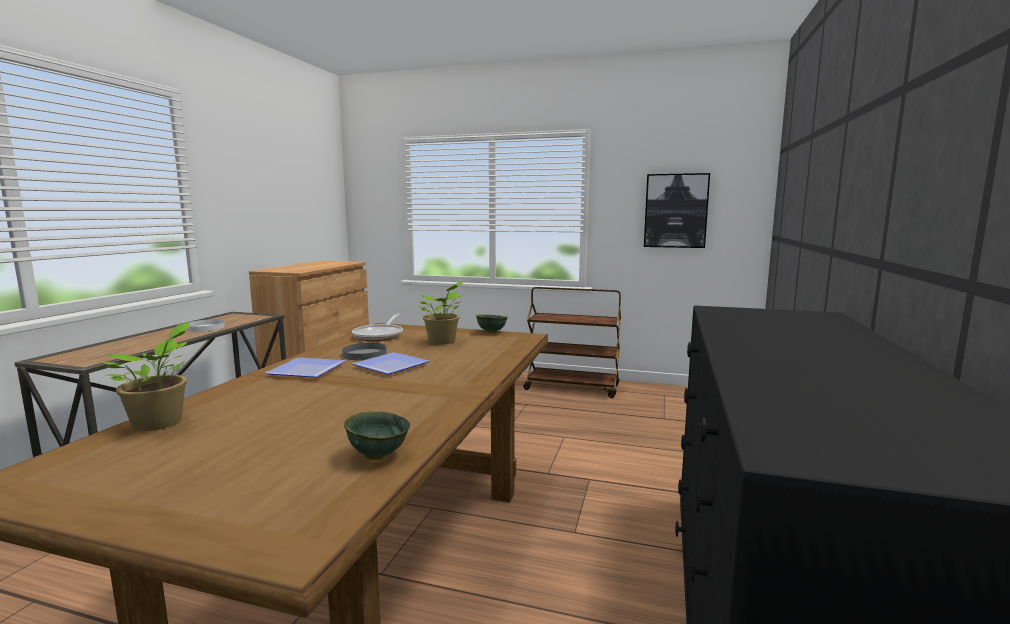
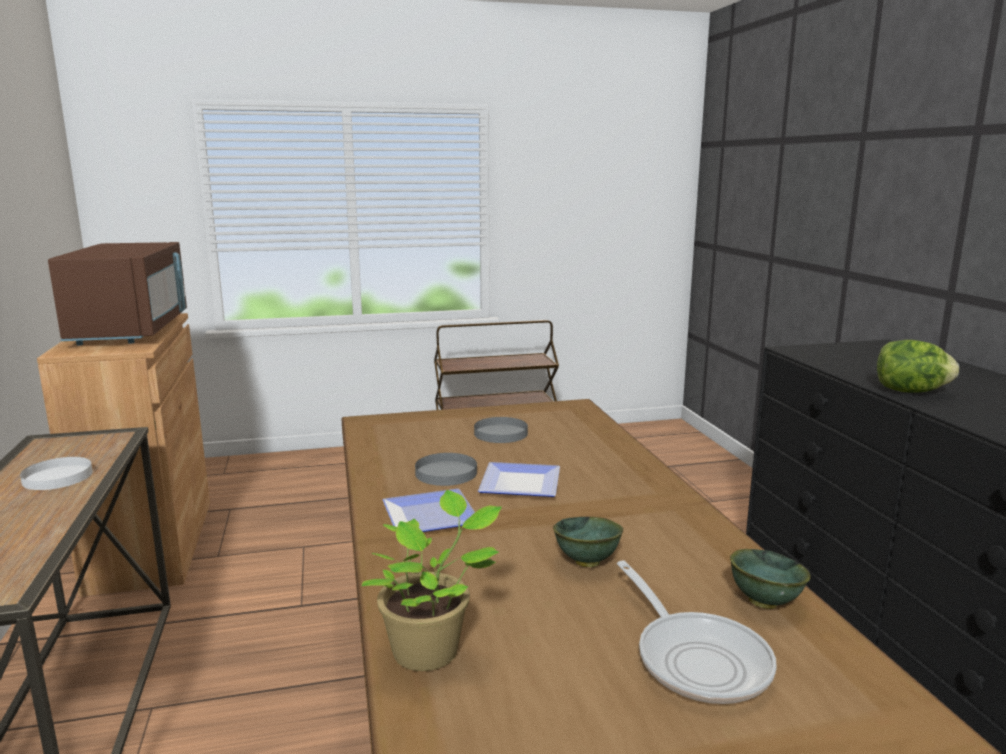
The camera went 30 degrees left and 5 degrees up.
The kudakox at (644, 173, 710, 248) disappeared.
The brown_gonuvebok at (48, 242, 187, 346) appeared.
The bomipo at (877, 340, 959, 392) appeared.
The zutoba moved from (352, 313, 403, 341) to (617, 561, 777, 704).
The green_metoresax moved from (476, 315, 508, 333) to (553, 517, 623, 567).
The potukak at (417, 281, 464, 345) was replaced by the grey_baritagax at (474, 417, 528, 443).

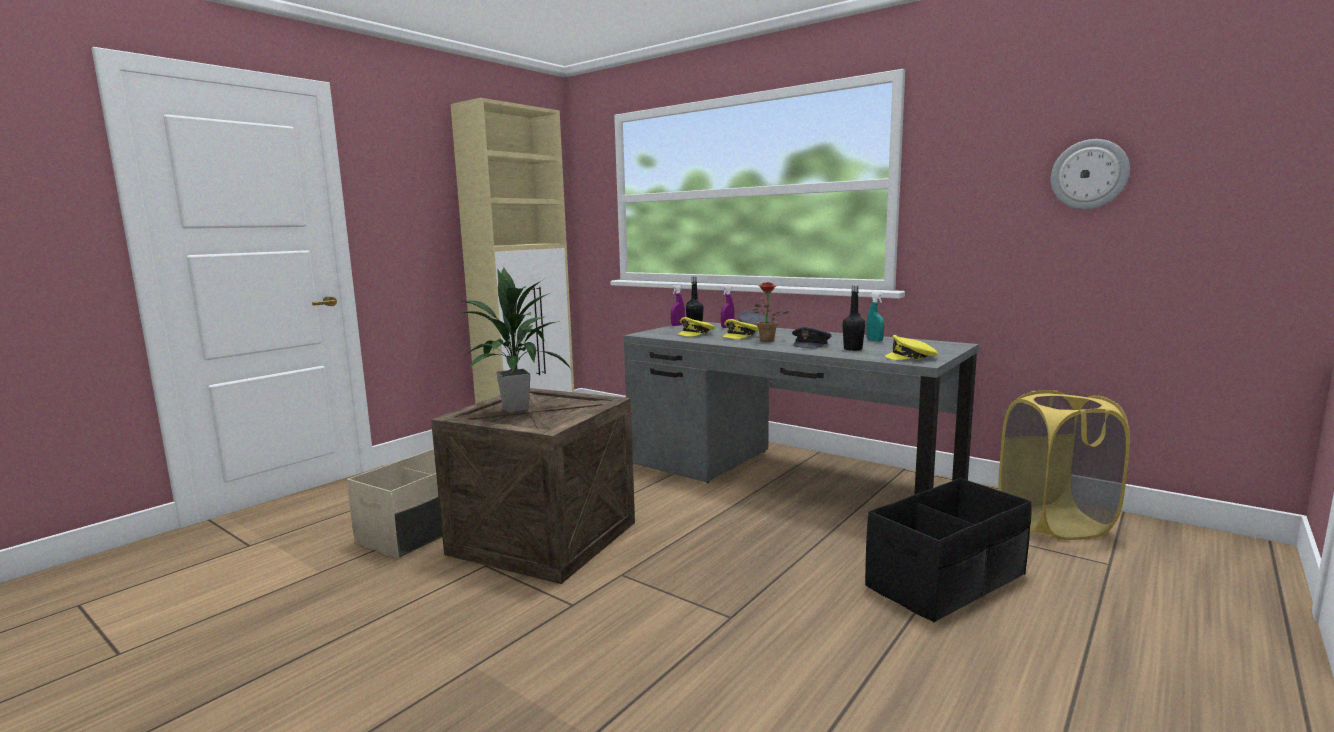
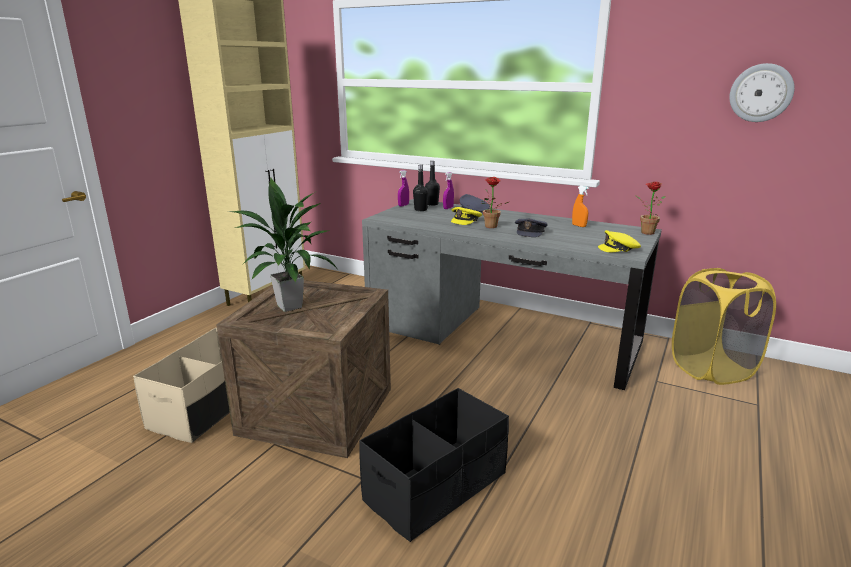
The camera went 10 degrees left and 10 degrees up.
The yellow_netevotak at (678, 317, 715, 337) disappeared.
The potukak at (635, 182, 666, 235) appeared.
The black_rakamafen moved from (842, 285, 865, 351) to (425, 161, 440, 206).
The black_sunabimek moved from (865, 478, 1032, 622) to (359, 388, 509, 542).
The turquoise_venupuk at (866, 292, 884, 342) became the orange_venupuk at (572, 186, 589, 227).

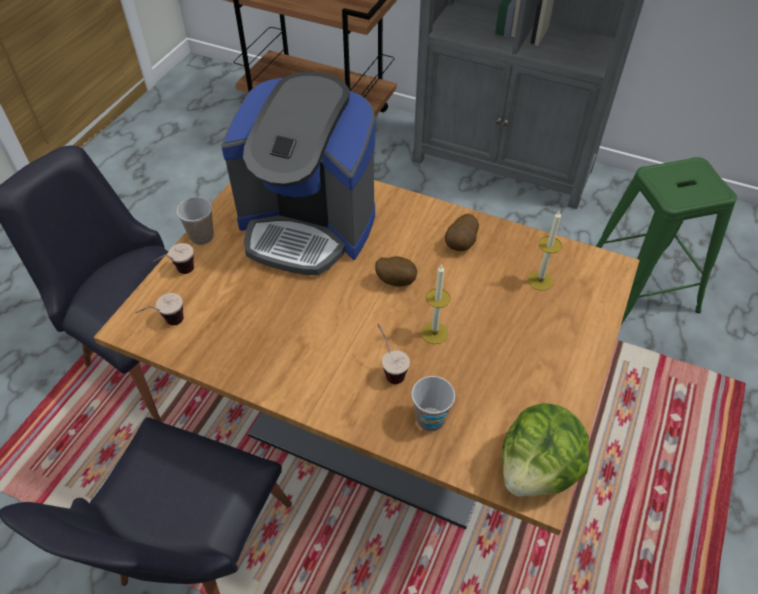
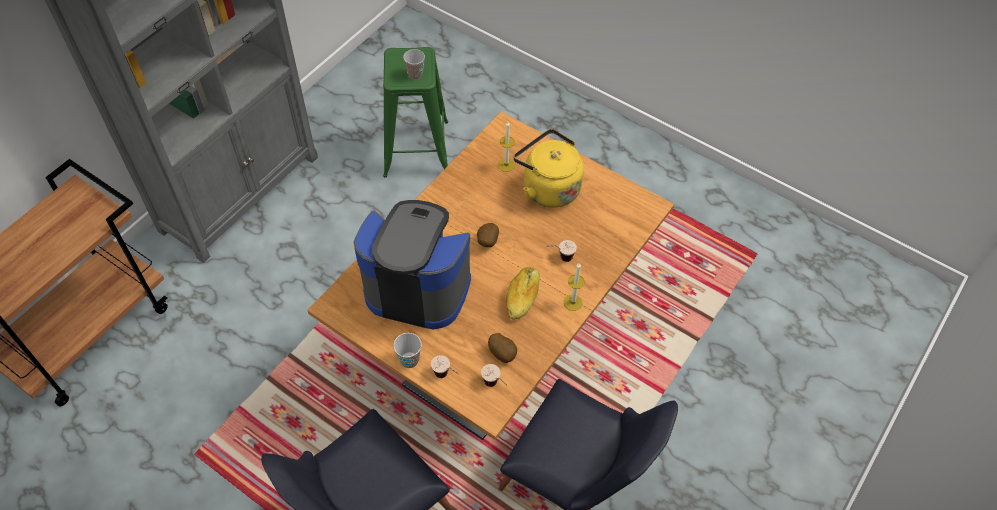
The camera went 80 degrees left and 5 degrees up.
The bomipo at (502, 403, 589, 497) disappeared.
The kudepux at (506, 266, 540, 320) appeared.
The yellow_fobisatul at (514, 129, 584, 208) appeared.
The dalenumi moved from (411, 376, 455, 432) to (403, 49, 425, 80).
The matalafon moved from (421, 265, 451, 344) to (564, 263, 585, 311).
The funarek moved from (445, 214, 479, 251) to (488, 333, 517, 363).
The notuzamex at (221, 72, 375, 275) turned 105 degrees counterclockwise.

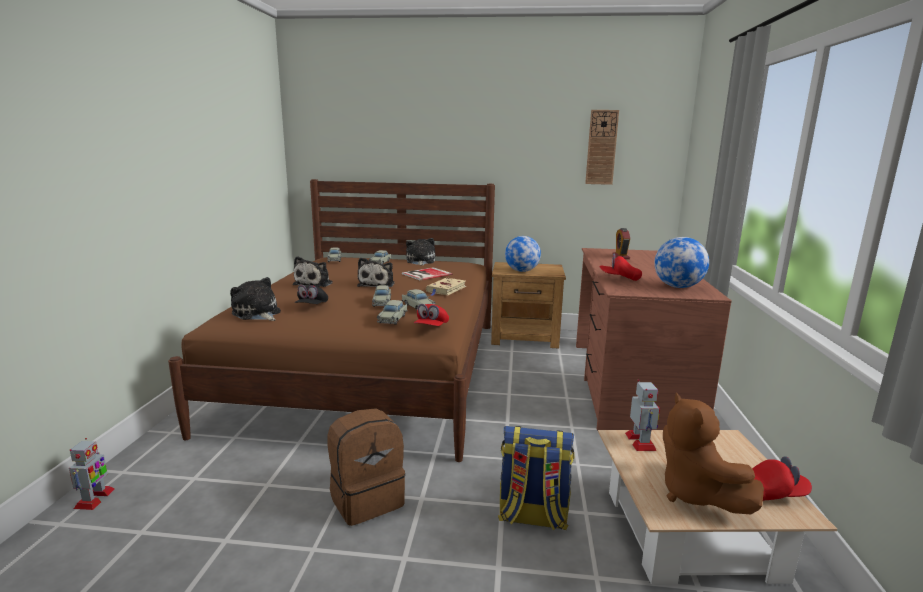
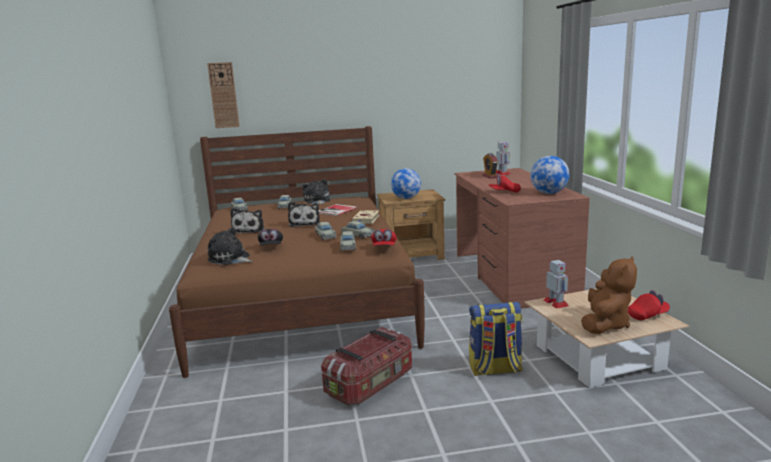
The camera went 15 degrees left and 0 degrees up.
The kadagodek moved from (69, 438, 115, 510) to (496, 142, 511, 175).
The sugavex moved from (585, 110, 619, 185) to (207, 62, 240, 128).
The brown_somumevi at (327, 408, 405, 526) was replaced by the sunabimek at (321, 327, 412, 405).
The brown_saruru at (663, 393, 764, 514) turned 120 degrees counterclockwise.

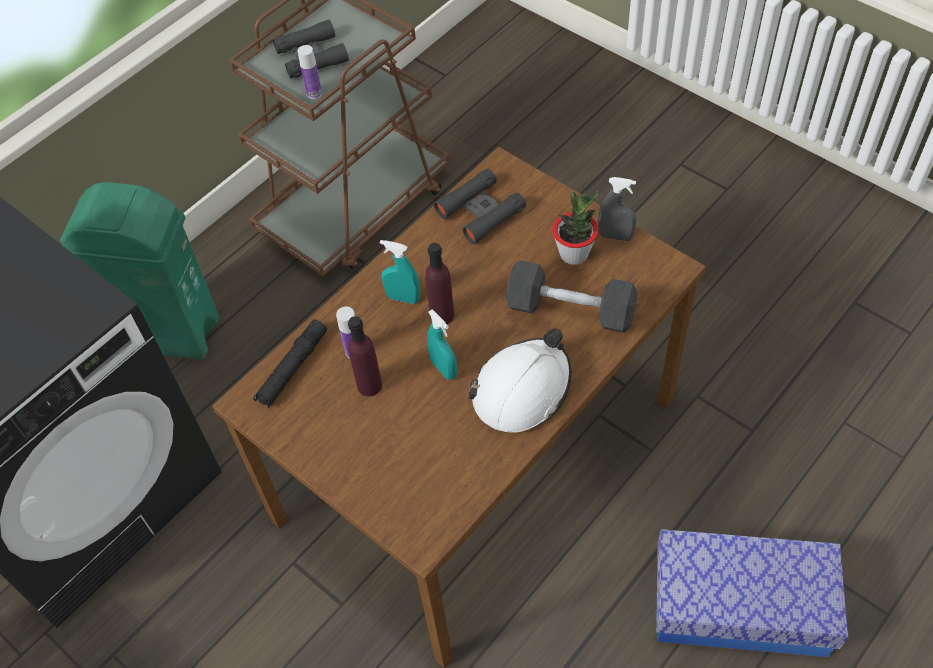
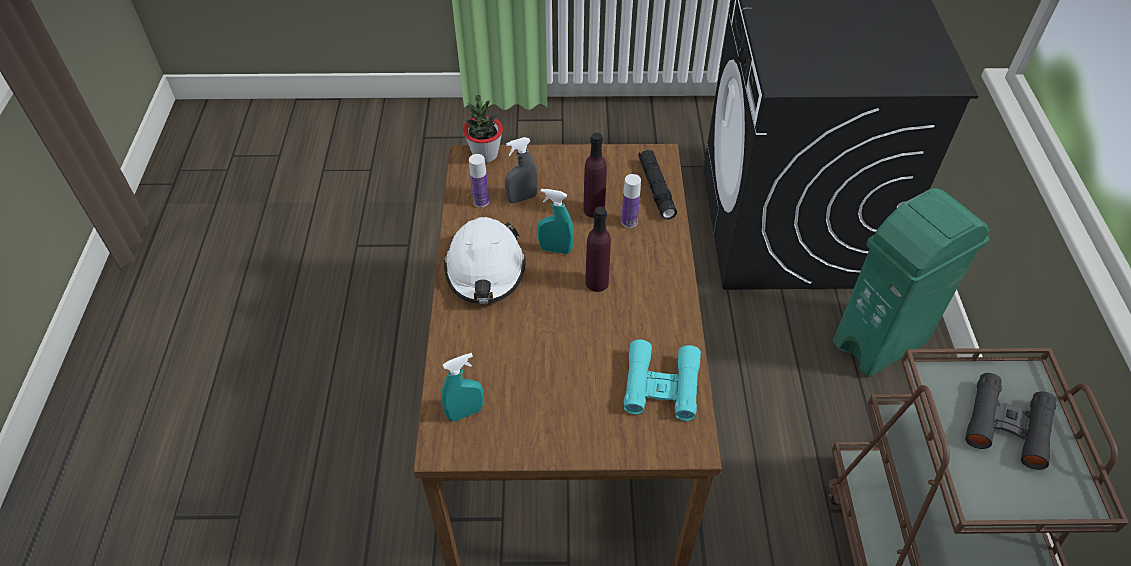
The camera went 135 degrees right and 5 degrees down.
The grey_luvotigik at (506, 260, 638, 333) disappeared.
The sunabimek at (656, 529, 848, 657) disappeared.
The rakamafen moved from (298, 45, 322, 99) to (469, 154, 489, 207).
The turquoise_venupuk moved from (380, 240, 420, 304) to (441, 353, 483, 422).
The potukak moved from (552, 191, 599, 265) to (463, 95, 503, 163).
The grey_venupuk moved from (598, 177, 637, 241) to (505, 137, 538, 203).
The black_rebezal at (434, 169, 526, 244) became the turquoise_rebezal at (624, 340, 701, 421).

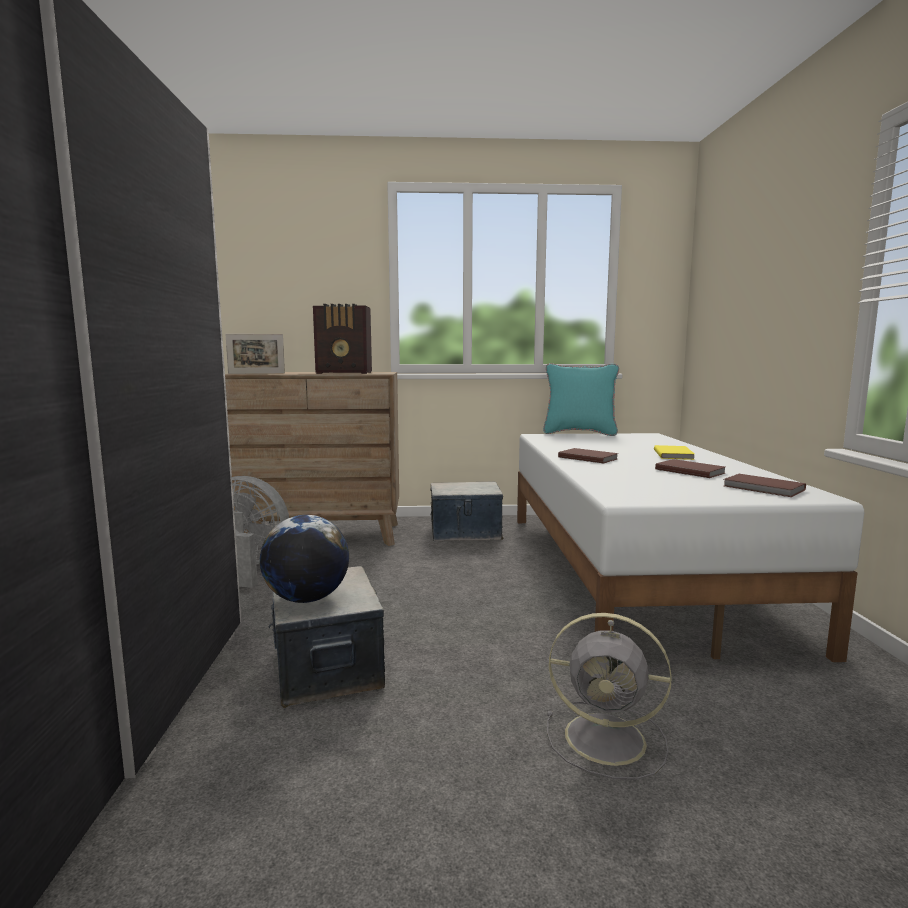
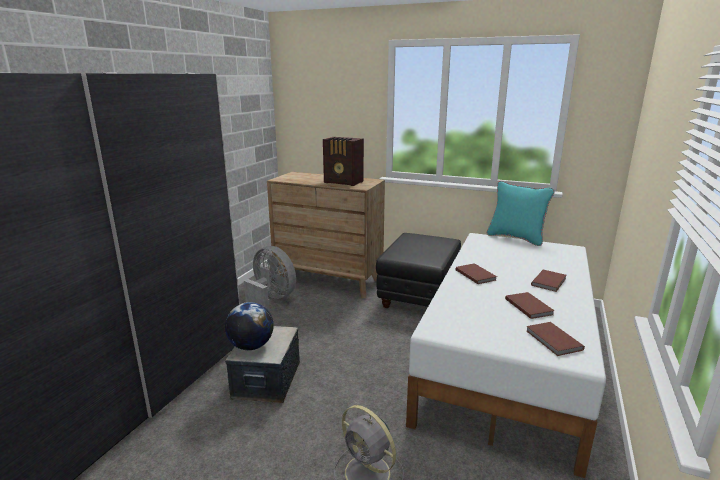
The camera went 25 degrees right and 10 degrees up.
The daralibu at (225, 334, 285, 374) disappeared.
The sunabimek at (430, 482, 503, 541) was replaced by the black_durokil at (376, 233, 461, 308).
The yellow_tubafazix at (654, 445, 695, 460) became the brown_tubafazix at (531, 270, 566, 292).

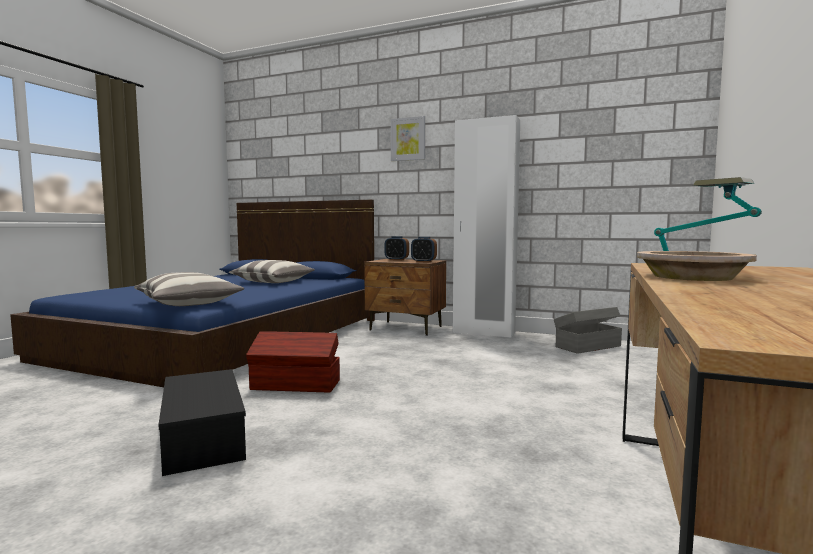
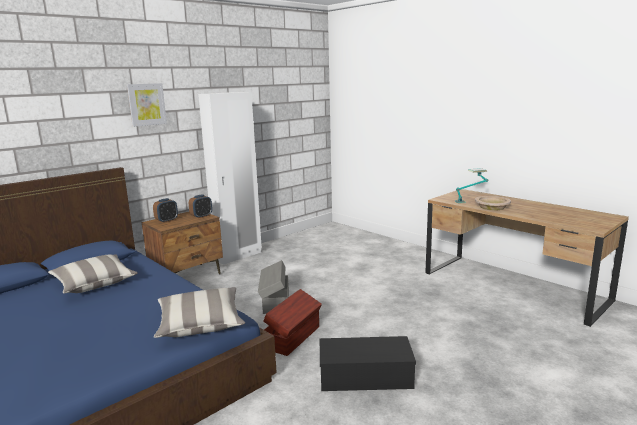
The camera went 65 degrees left and 10 degrees up.
The grey_sunabimek moved from (554, 307, 622, 354) to (258, 260, 289, 314).

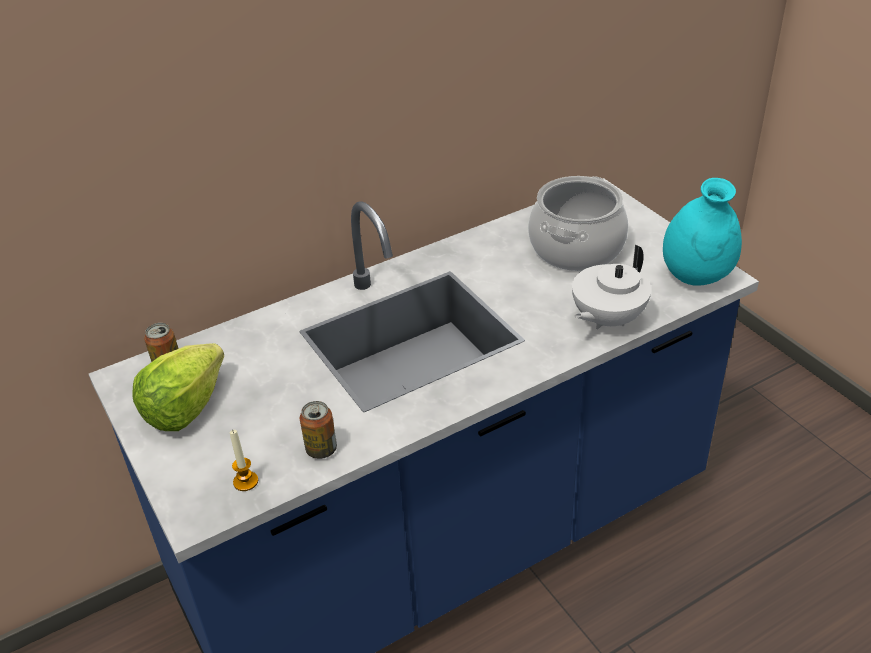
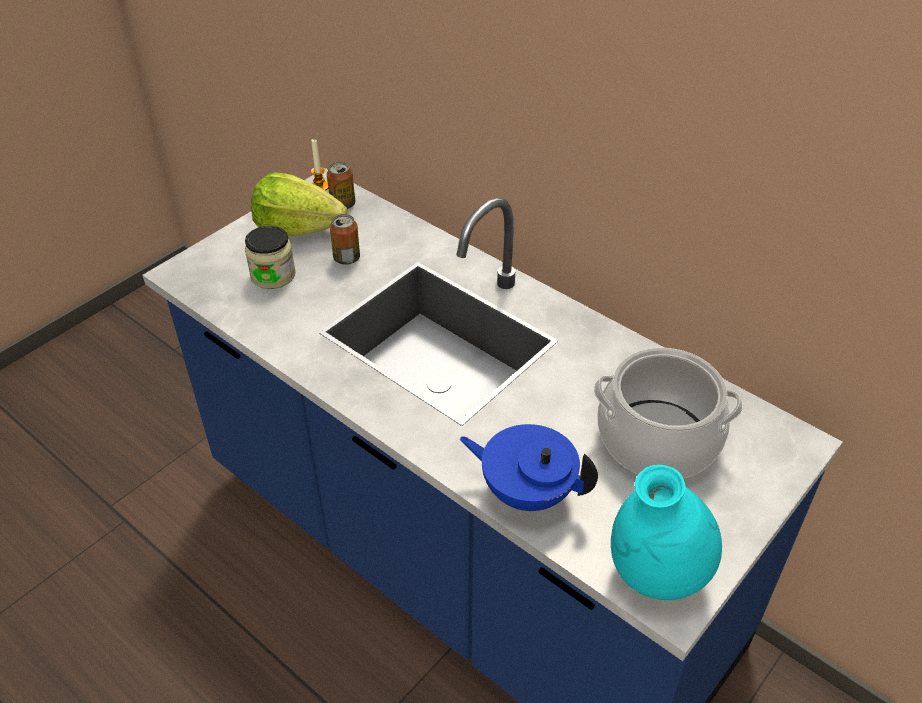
The camera went 70 degrees right and 5 degrees up.
The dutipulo at (245, 226, 296, 289) appeared.
The matalafon moved from (230, 430, 258, 491) to (311, 139, 328, 191).
The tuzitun moved from (300, 401, 337, 459) to (330, 214, 360, 265).
The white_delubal at (572, 245, 651, 330) became the blue_delubal at (460, 424, 598, 511).

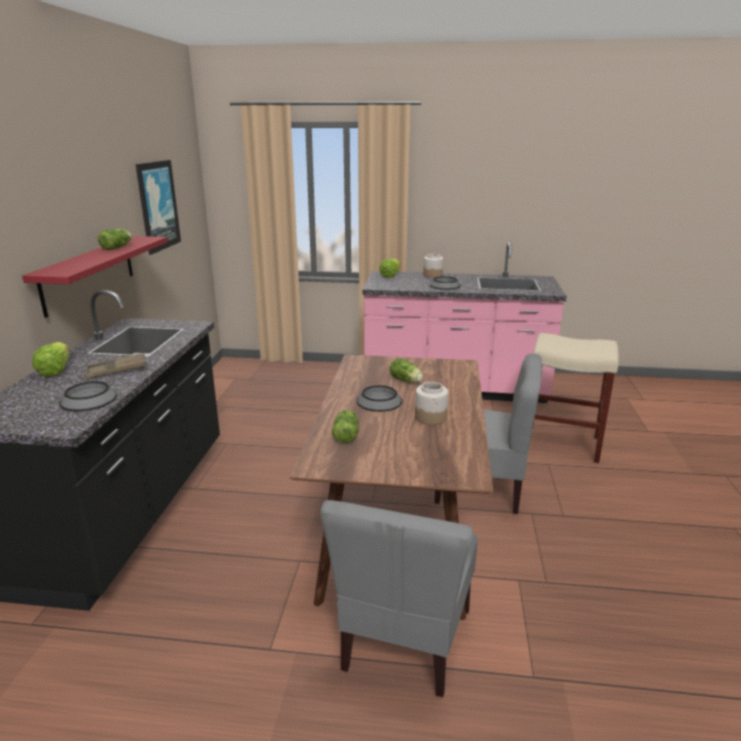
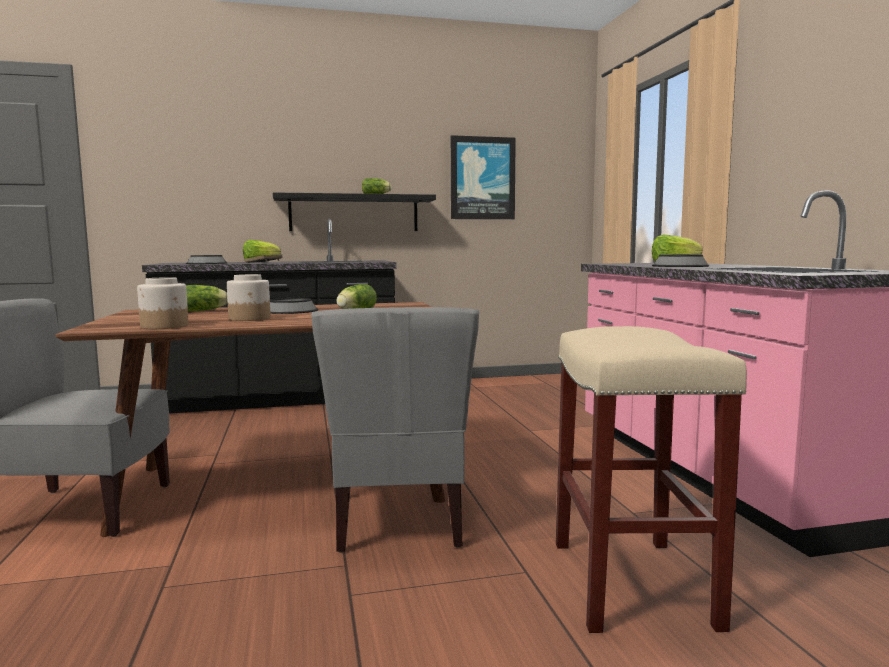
The camera went 70 degrees right and 15 degrees down.
The dutipulo moved from (423, 254, 443, 278) to (137, 277, 189, 329).
The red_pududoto at (22, 236, 167, 318) became the black_pududoto at (273, 192, 436, 231).

